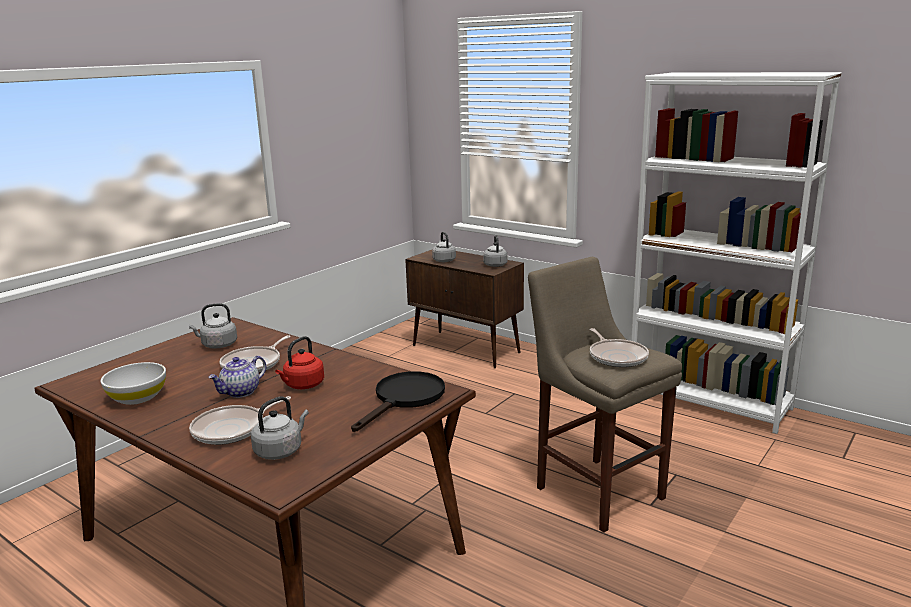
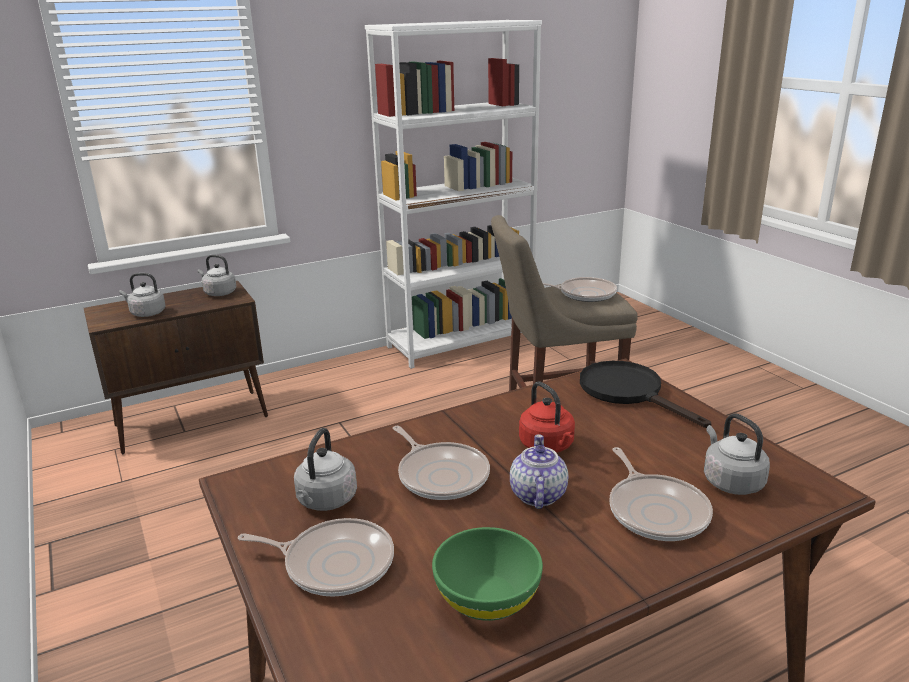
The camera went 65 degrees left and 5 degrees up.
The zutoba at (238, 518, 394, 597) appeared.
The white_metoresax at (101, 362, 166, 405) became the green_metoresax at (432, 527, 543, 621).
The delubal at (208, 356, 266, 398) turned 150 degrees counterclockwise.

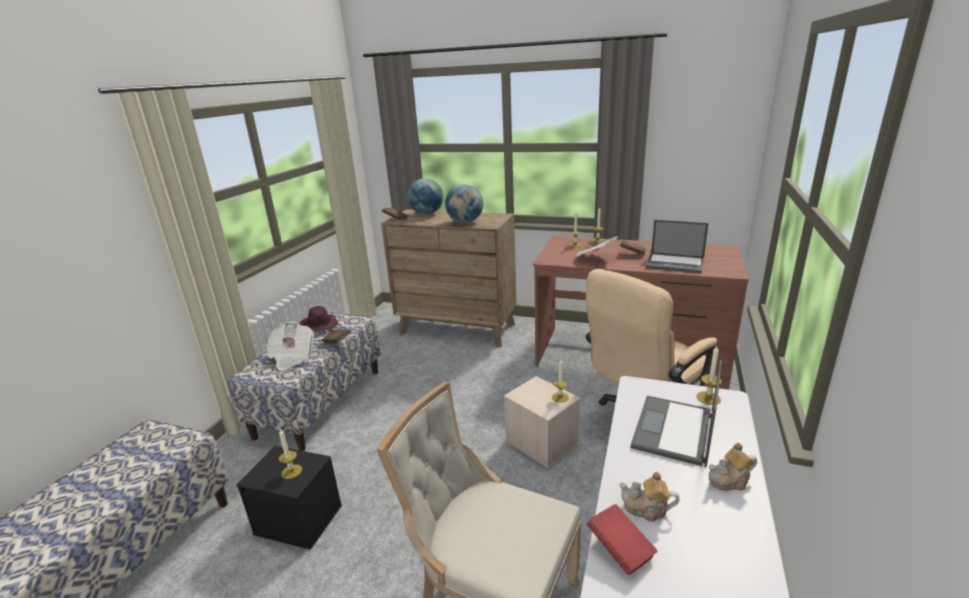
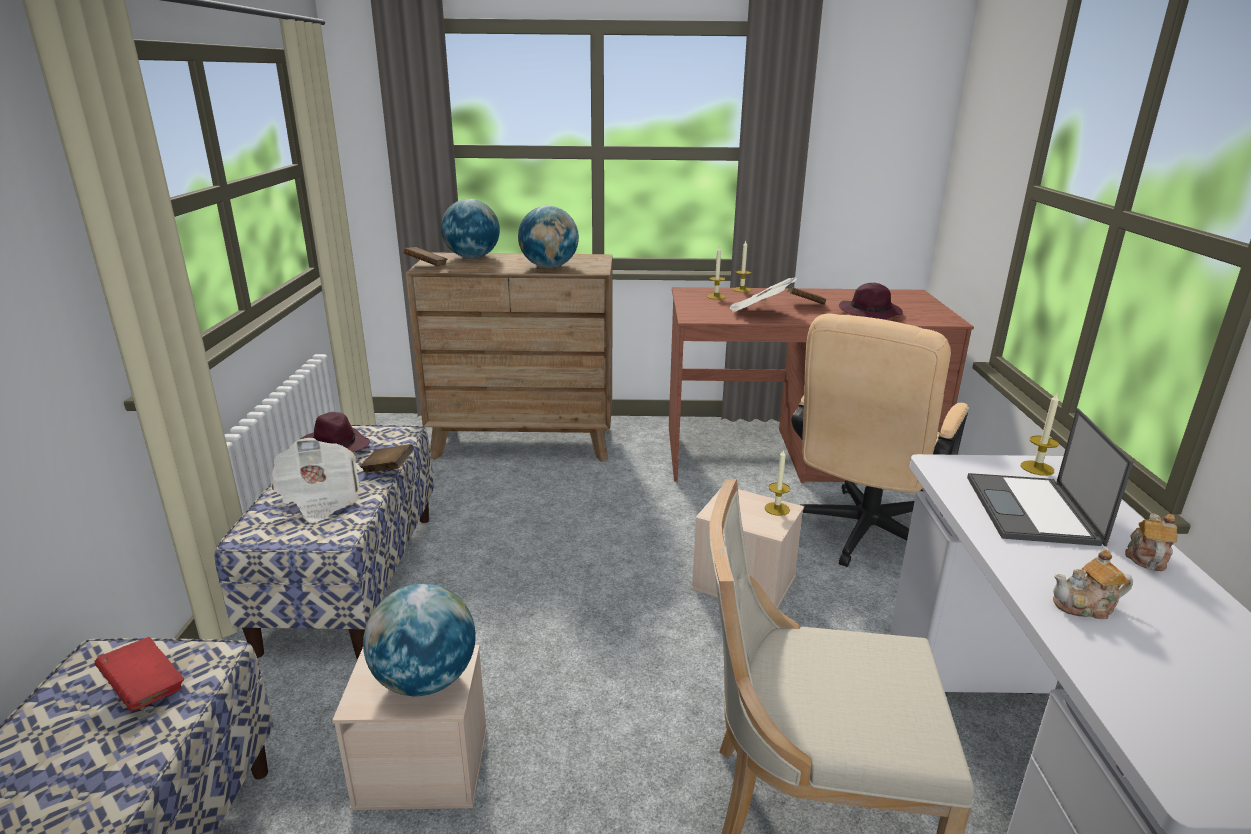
The camera went 20 degrees left and 0 degrees up.
The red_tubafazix moved from (587, 504, 657, 575) to (95, 637, 184, 711).
The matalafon at (279, 429, 302, 479) was replaced by the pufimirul at (363, 584, 476, 697).
The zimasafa at (646, 220, 709, 273) was replaced by the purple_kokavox at (839, 283, 903, 320).
The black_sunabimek at (236, 446, 342, 550) became the beige_sunabimek at (332, 645, 487, 810).
The delubal at (708, 443, 757, 491) turned 150 degrees clockwise.

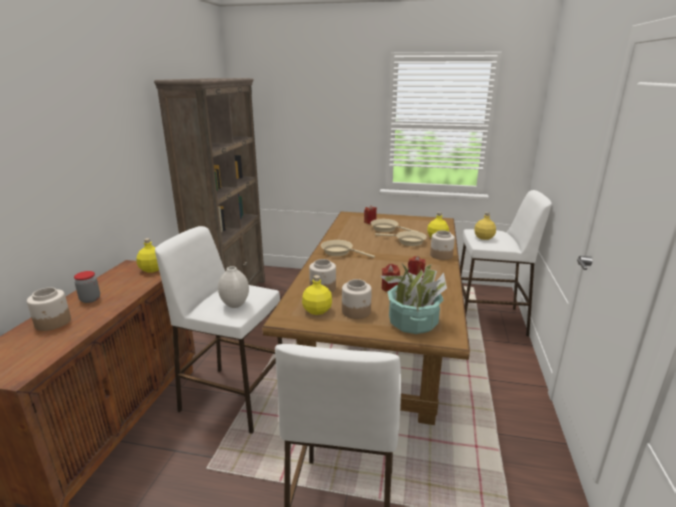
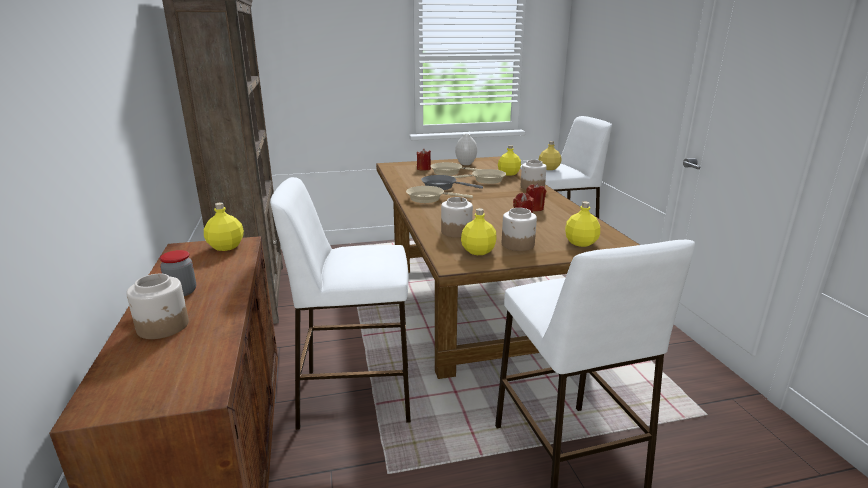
The camera went 25 degrees left and 0 degrees up.
The grey_zutoba at (421, 175, 483, 190) appeared.
The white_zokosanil moved from (218, 266, 249, 308) to (455, 134, 477, 165).
The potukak at (380, 264, 447, 334) was replaced by the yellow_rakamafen at (565, 201, 600, 247).

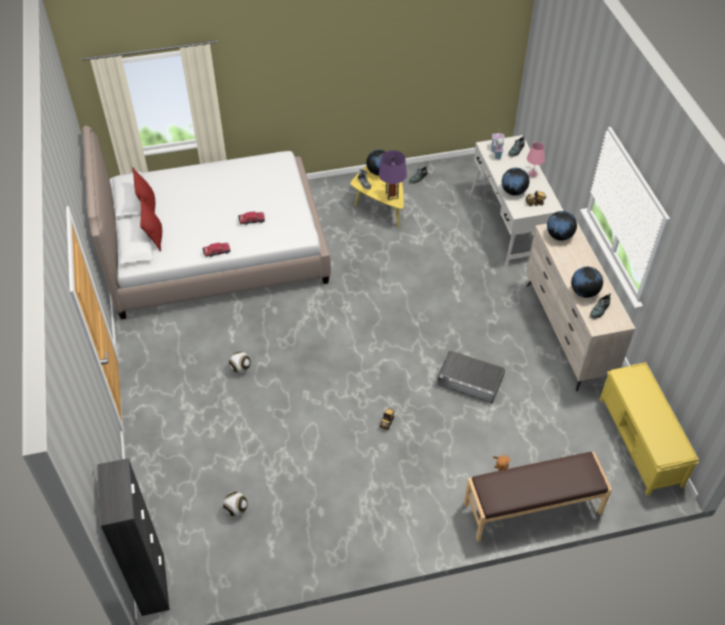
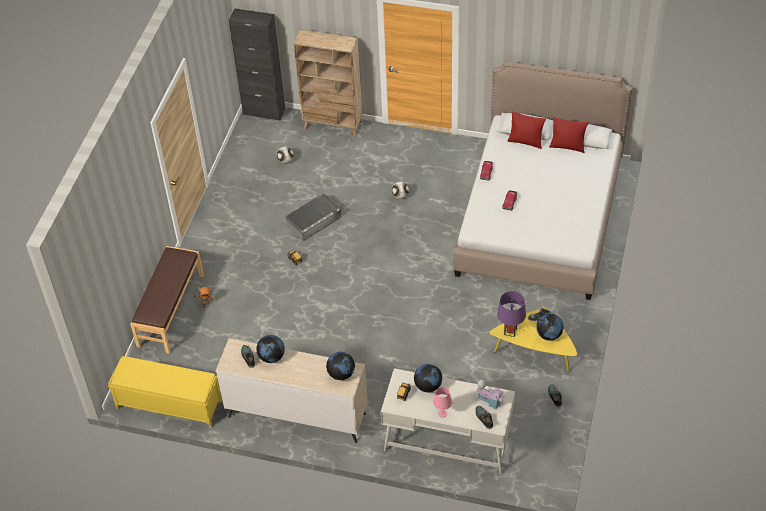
The camera went 120 degrees right and 0 degrees up.
The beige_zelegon at (294, 29, 363, 137) appeared.
The grey_sunabimek moved from (437, 350, 505, 403) to (285, 193, 341, 241).

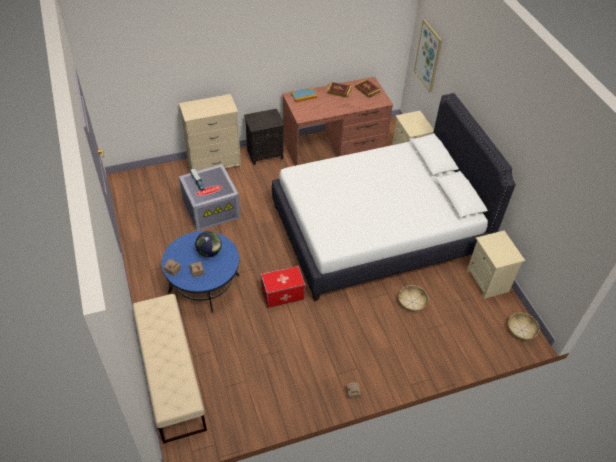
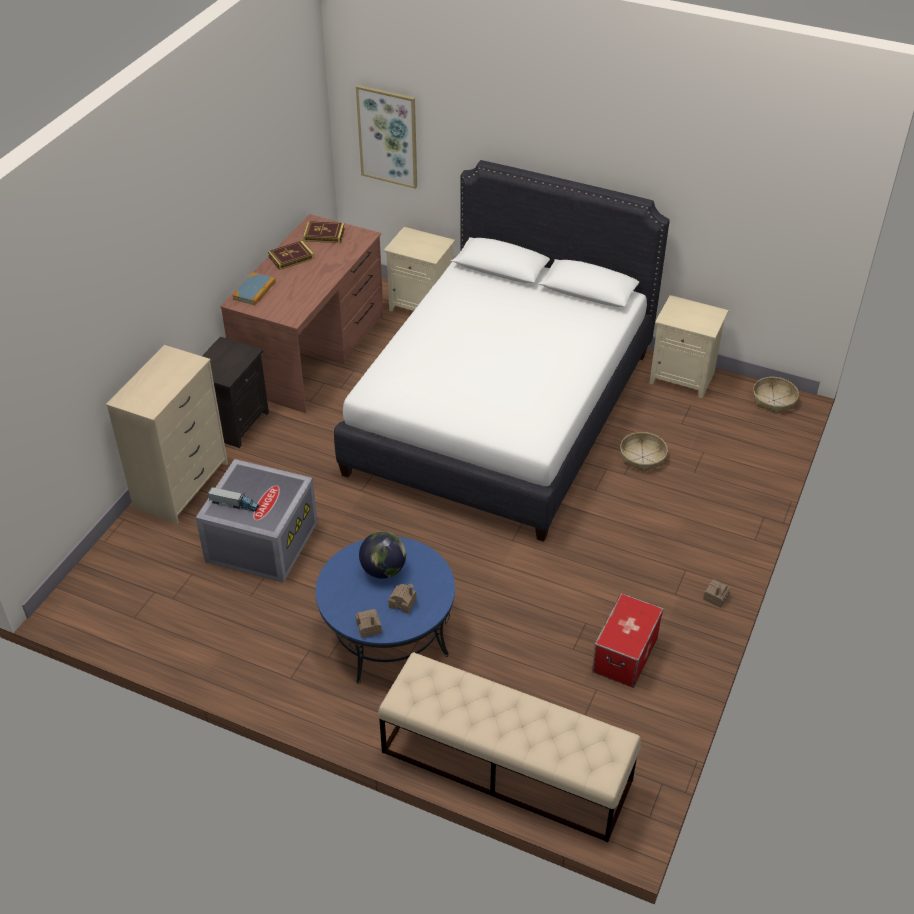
The camera went 45 degrees left and 5 degrees down.
The sunabimek moved from (261, 266, 306, 308) to (592, 593, 663, 688).

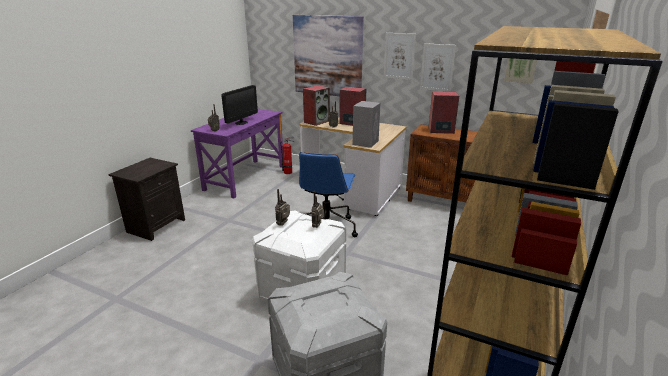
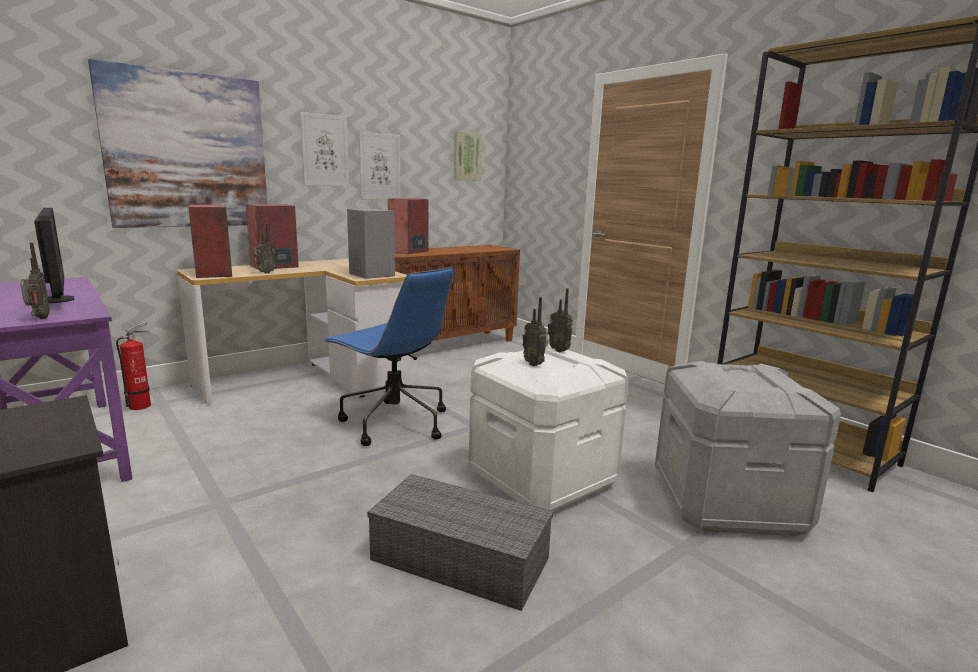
The camera went 65 degrees left and 10 degrees down.
The grey_sunabimek at (367, 474, 553, 611) appeared.

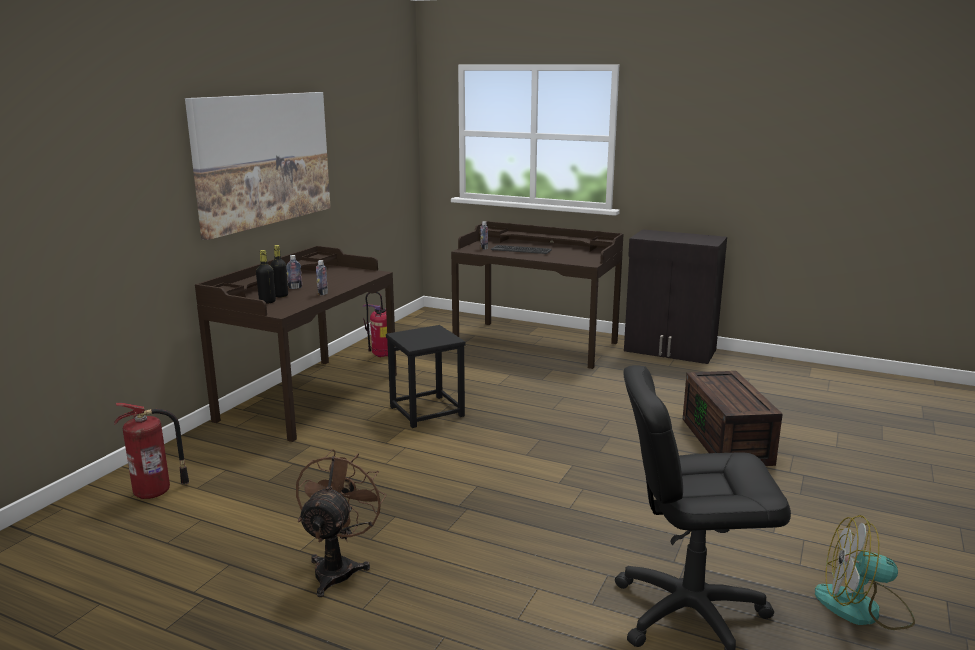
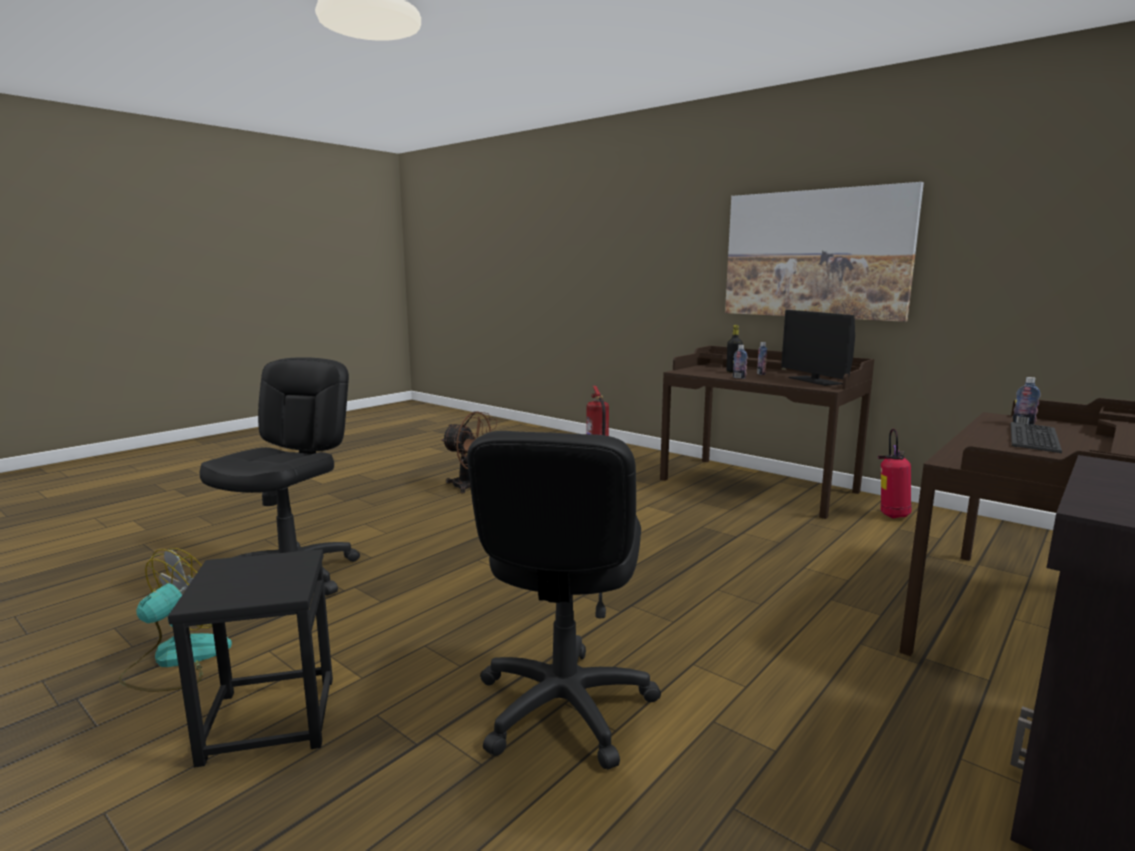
The camera went 105 degrees right and 5 degrees down.
The black_rakamafen at (256, 250, 276, 304) disappeared.
The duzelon at (781, 310, 855, 386) appeared.
The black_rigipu moved from (386, 325, 466, 428) to (168, 549, 333, 767).
The brown_sunabimek at (683, 371, 783, 466) was replaced by the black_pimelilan at (467, 431, 661, 770).

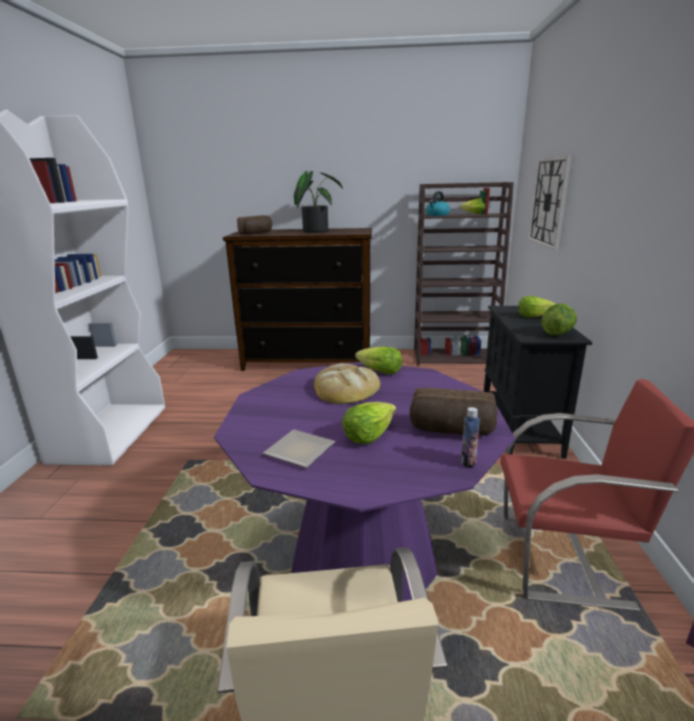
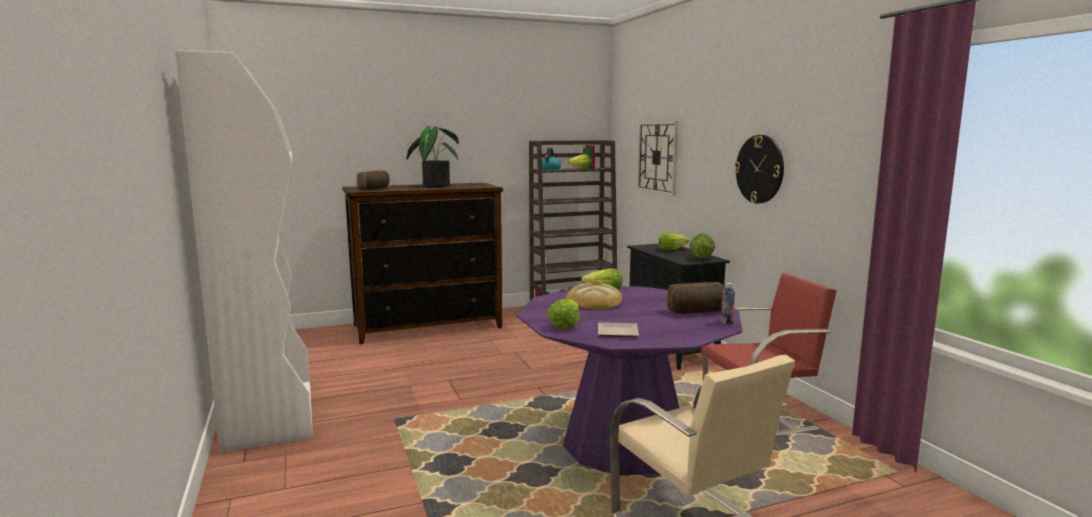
The camera went 25 degrees left and 10 degrees down.
The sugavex at (734, 135, 784, 204) appeared.
The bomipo moved from (342, 402, 396, 444) to (547, 299, 579, 329).

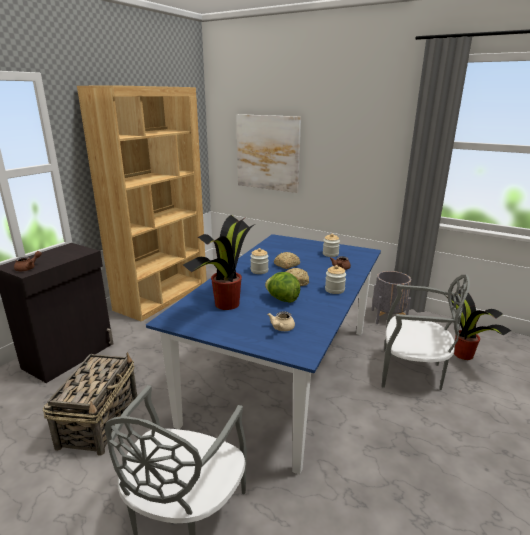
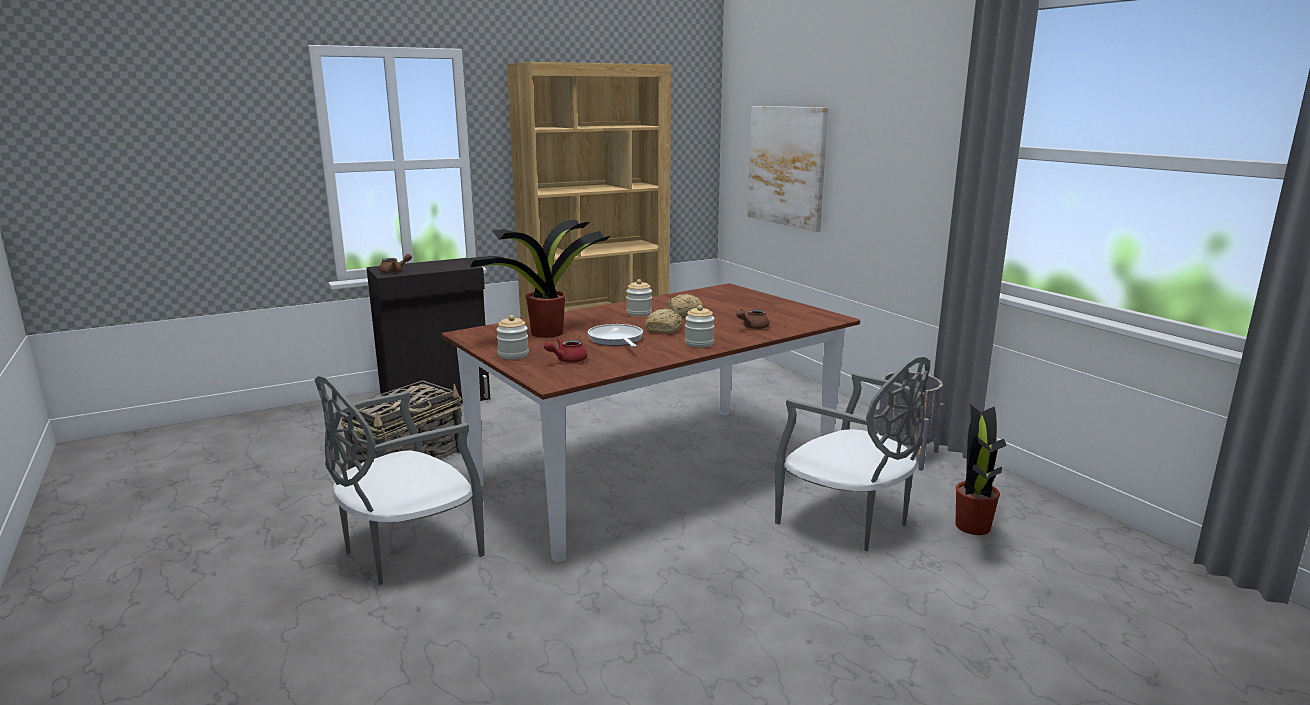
The camera went 30 degrees right and 5 degrees down.
The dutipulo moved from (323, 233, 340, 257) to (496, 315, 529, 360).
The bomipo at (265, 272, 300, 303) was replaced by the zutoba at (588, 324, 643, 347).
The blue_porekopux at (146, 234, 381, 475) became the brown_porekopux at (441, 283, 860, 563).
The beige_delubal at (267, 311, 295, 331) became the red_delubal at (544, 338, 587, 363).

